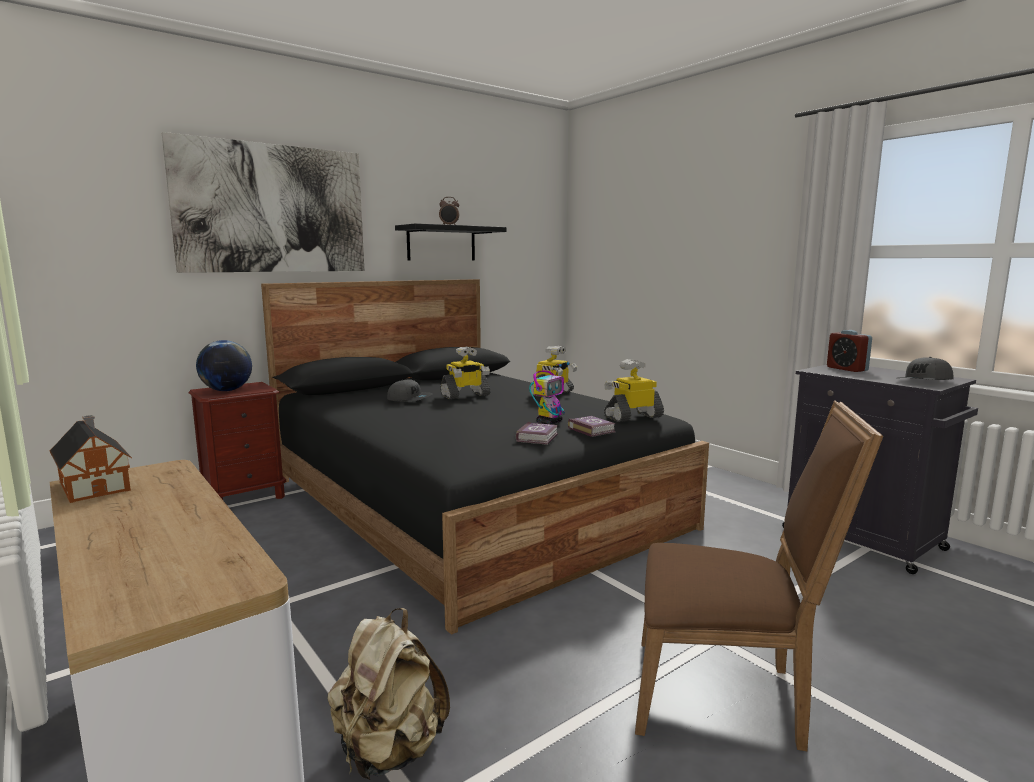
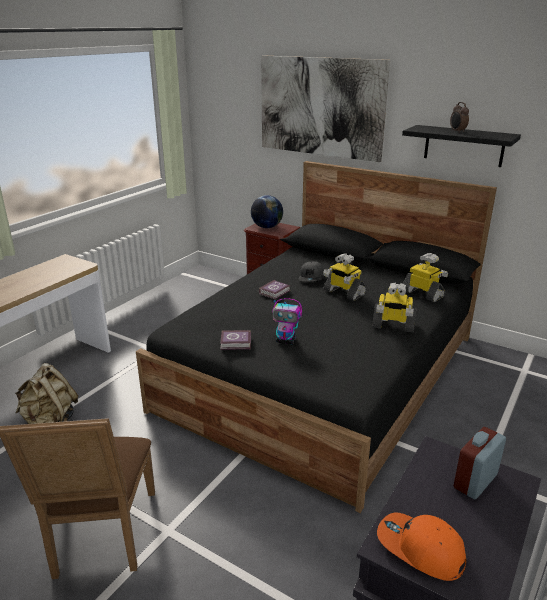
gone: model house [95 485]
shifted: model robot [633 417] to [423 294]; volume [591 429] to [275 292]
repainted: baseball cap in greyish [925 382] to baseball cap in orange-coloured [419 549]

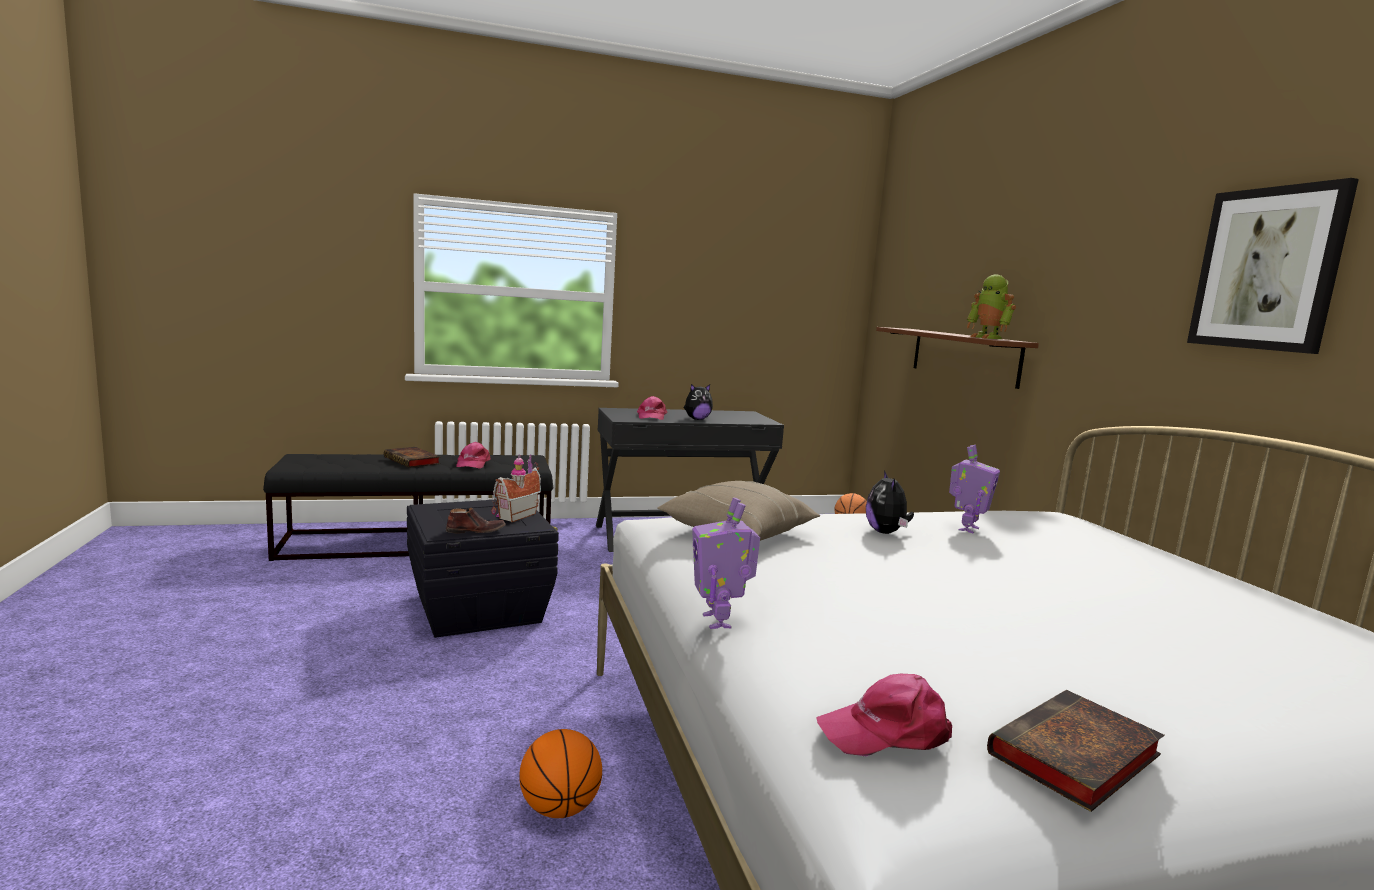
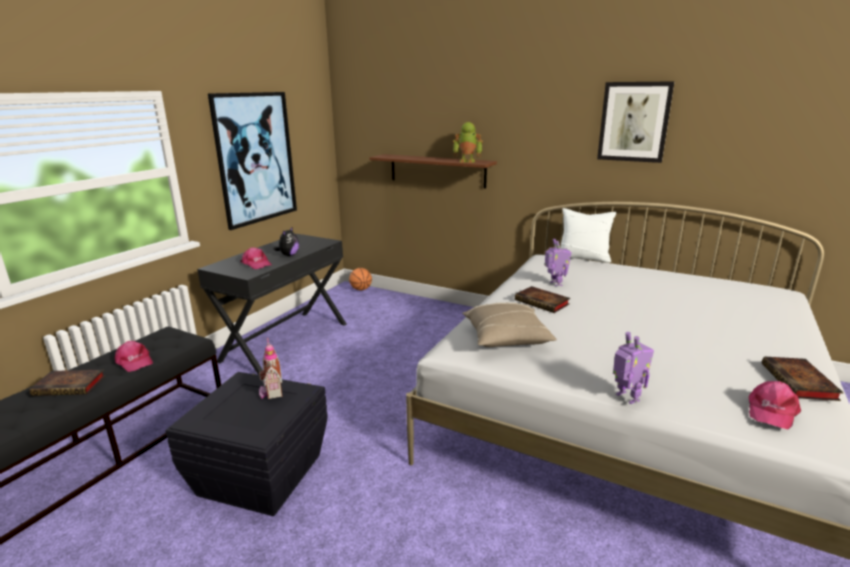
gone: shoe in brown [476 531]; basketball [559 808]
new: picture [256 158]; throw pillow in whitish [583 258]
swapped: cuddly toy [886 532] to volume [543 302]
rotated: model robot [719 621] = [626 398] 150 degrees counterclockwise

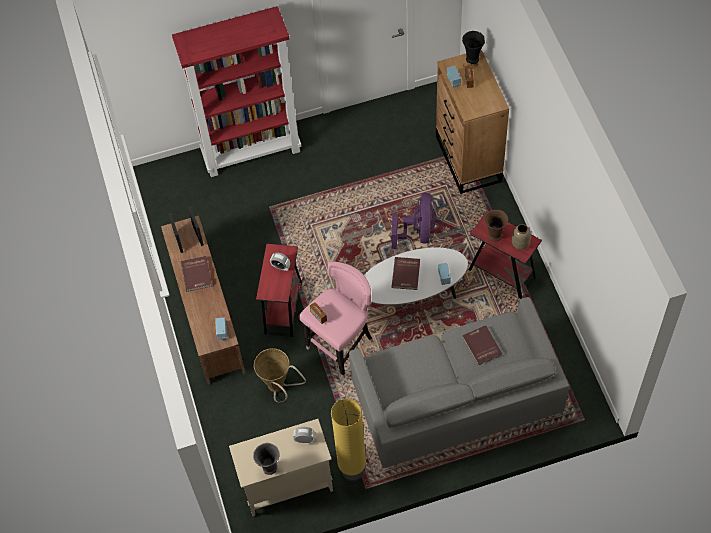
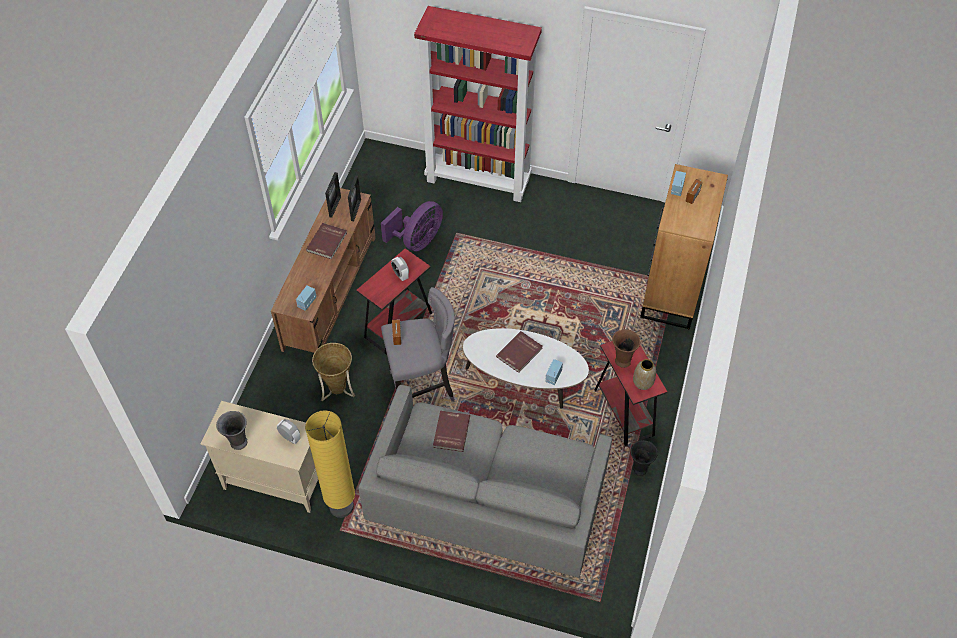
shifted: flower vase in black-coloured [472 59] to [639 469]; cooling fan in purple-coloured [418 232] to [417 241]; volume in red-coloured [481 346] to [450 432]
repainted: stool in pink [342 347] to stool in greyish [422 389]

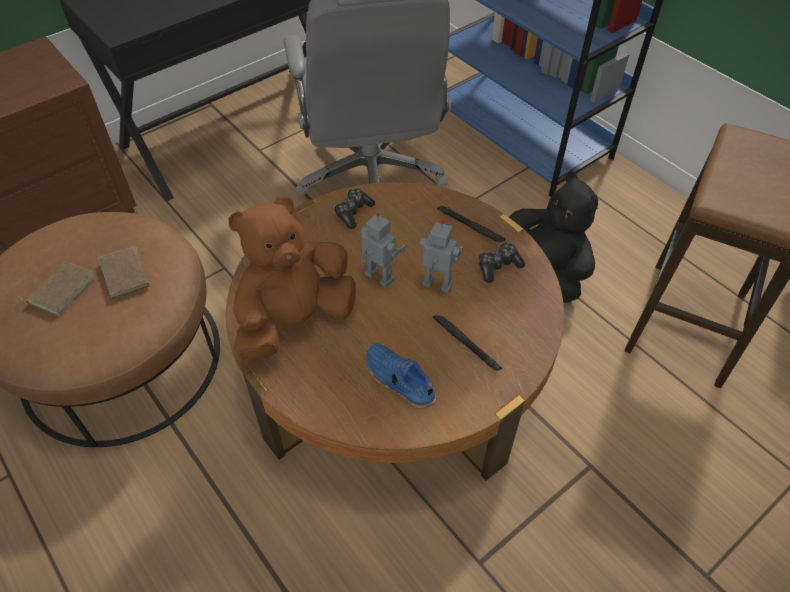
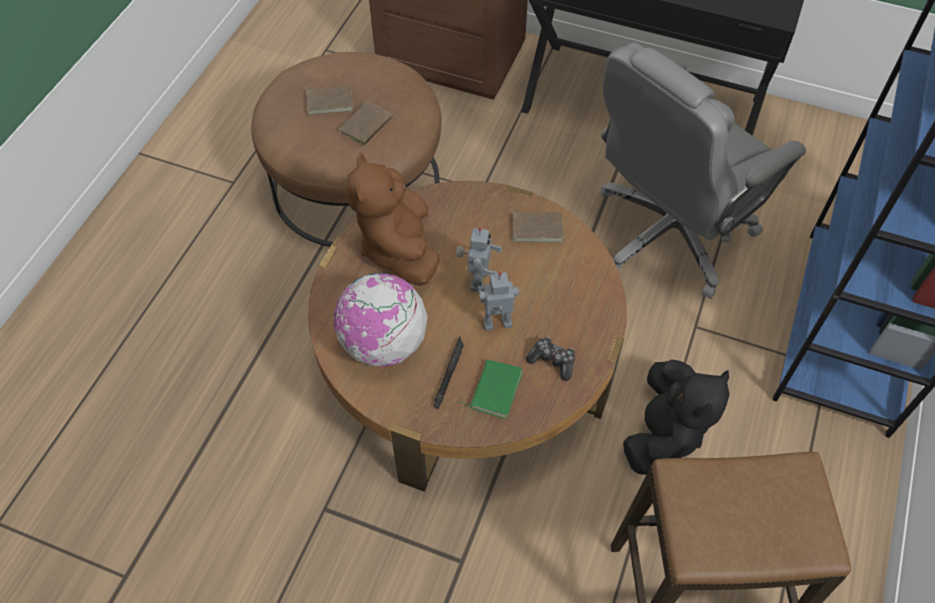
gone: flashlight in black-coloured [470 226]
new: volume in green [494 389]
swapped: joypad [353 212] to volume in brown [537 227]; shoe in blue-coloured [398 381] to world globe [383 344]
rotated: cuddly toy in brown [295 320] = [398 248] 120 degrees counterclockwise; model robot [436 286] = [497 325] 90 degrees counterclockwise

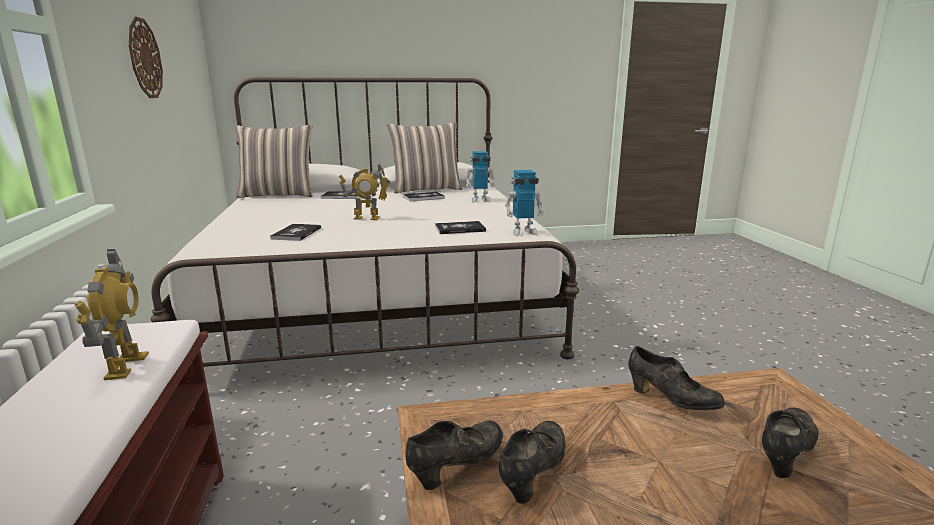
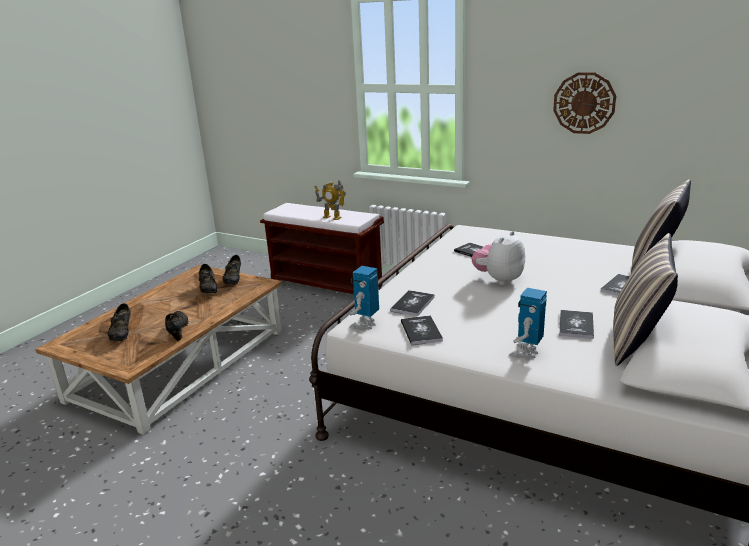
new: volume [421 331]
swapped: model robot [366 218] to cuddly toy [498 279]
rotated: shoe in black-coloured [671 401] = [178 331] 90 degrees clockwise

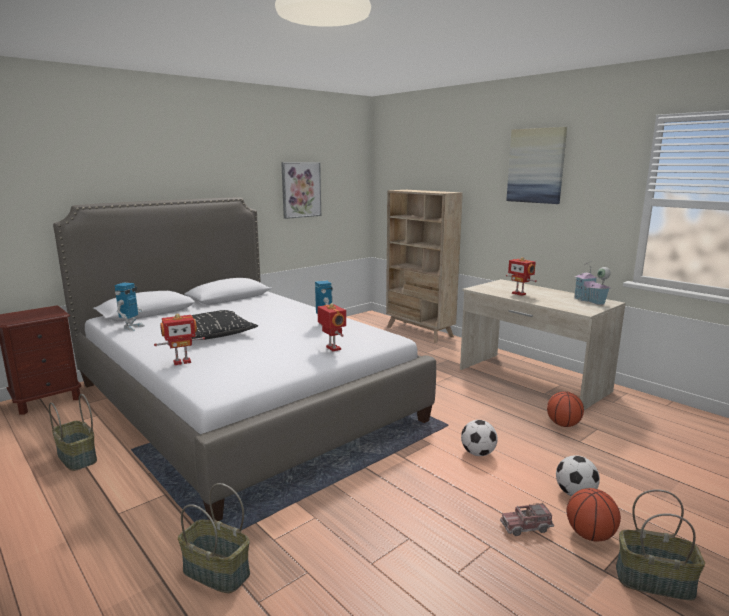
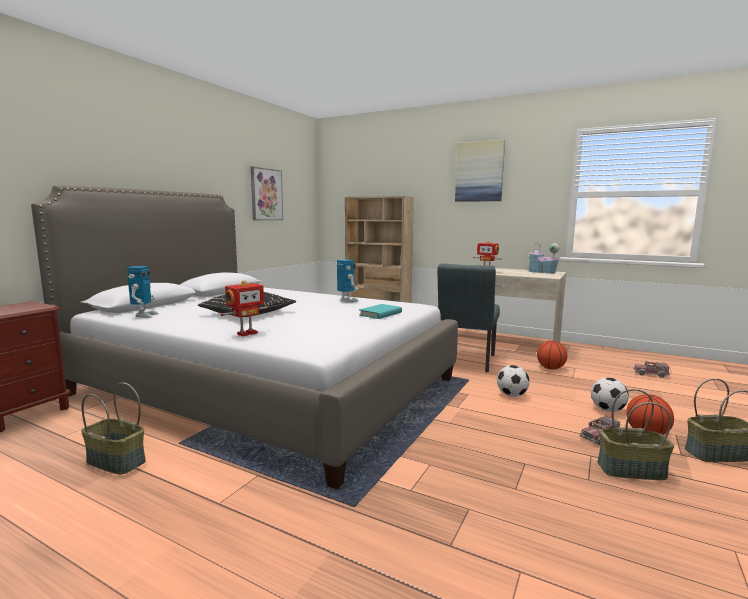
new: upright chair in greyish [465 362]; toy lorry [651 374]
shifted: basket [215 572] to [631 470]
swapped: model robot [332 348] to volume in blue-green [380 314]

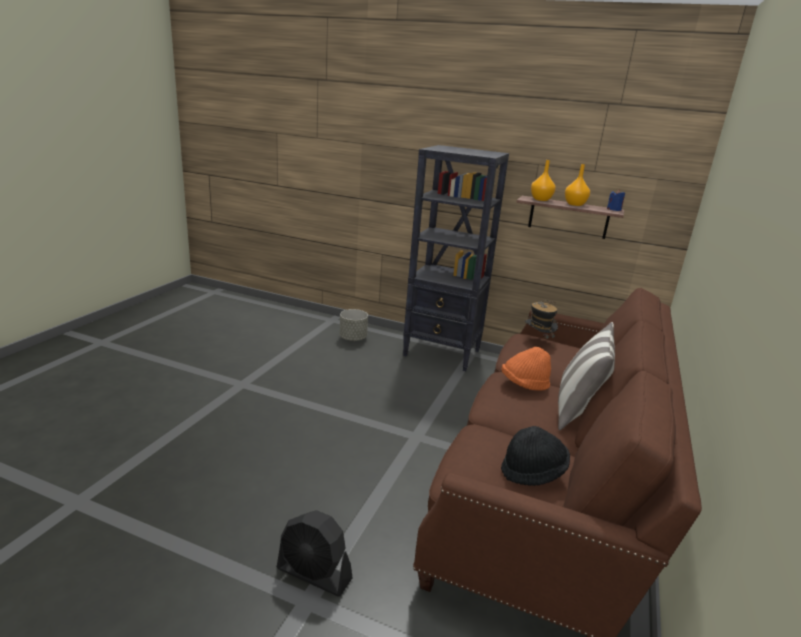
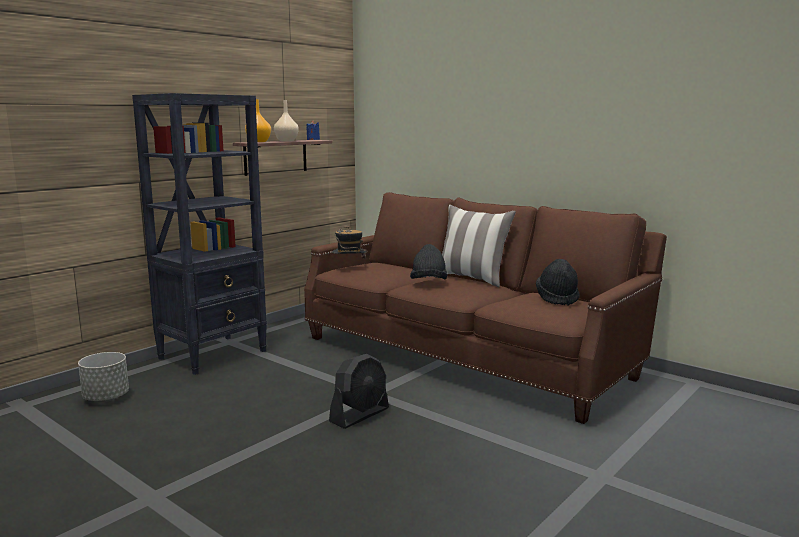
shifted: cooling fan in black-coloured [314 574] to [360 415]
repainted: flower vase in orange-coloured [575 204] to flower vase in beige-coloured [287 141]; hat in orange-coloured [524 384] to hat in black-coloured [428 283]

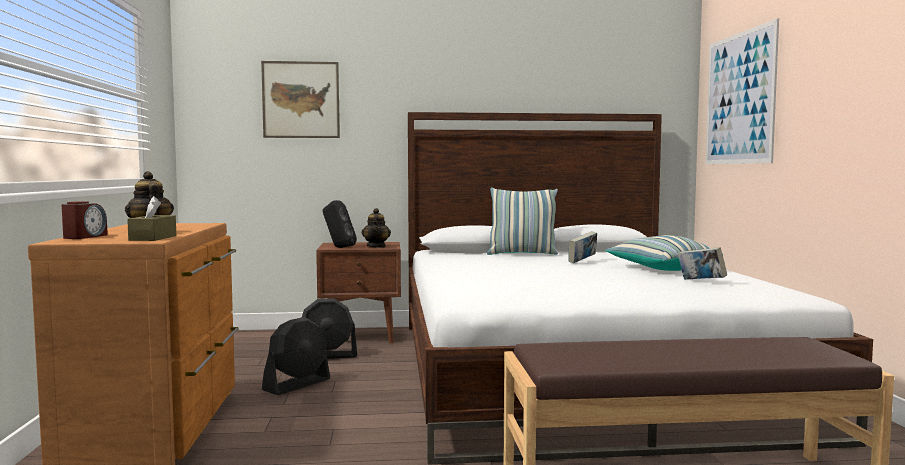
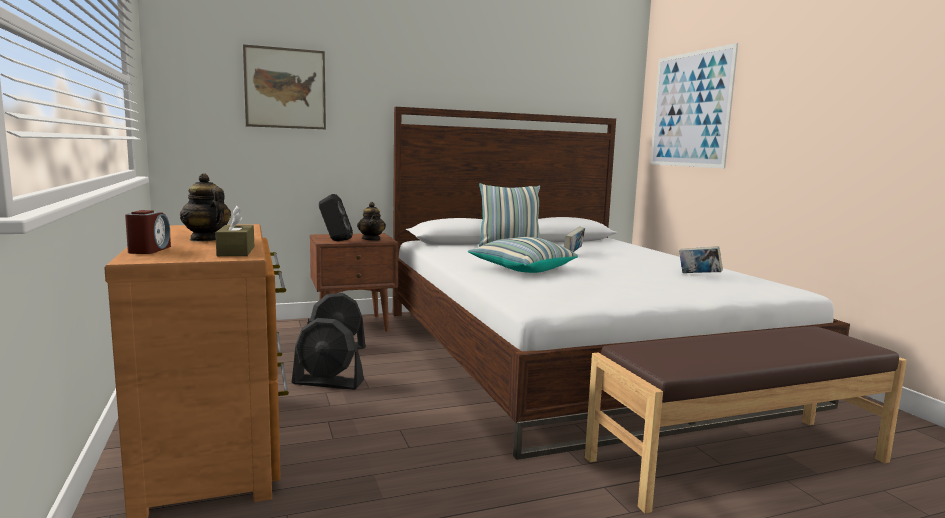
shifted: throw pillow [662 268] to [521 269]
rotated: cooling fan in black-coloured [297 384] = [328 383] 75 degrees clockwise

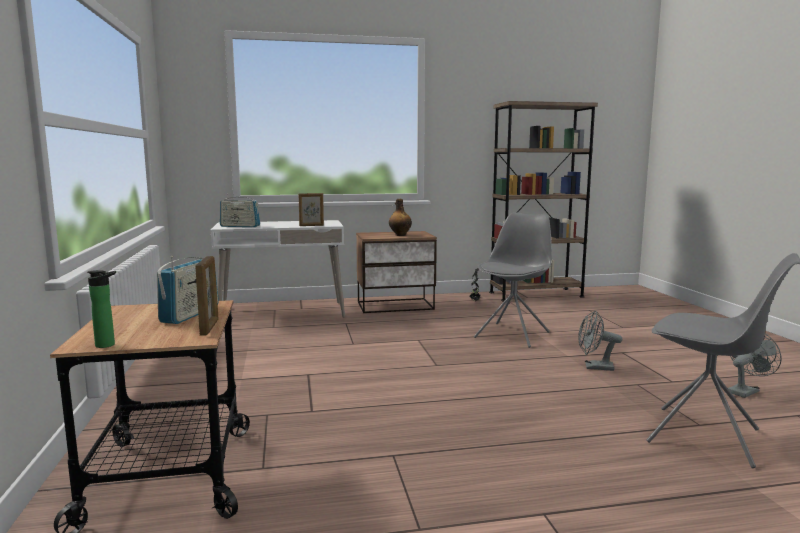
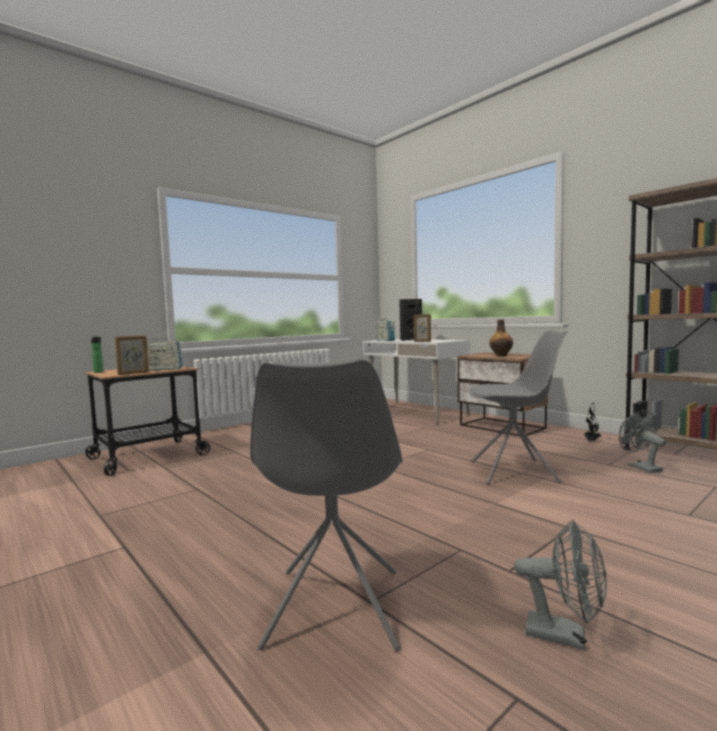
new: loudspeaker in black-coloured [410 340]
shifted: cooling fan in greyish [594 367] to [640 467]

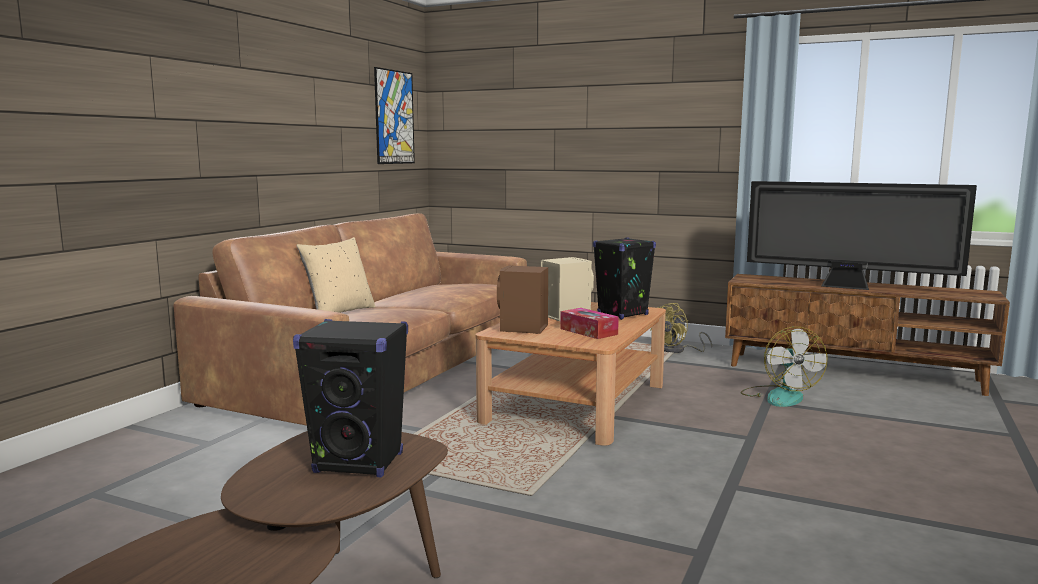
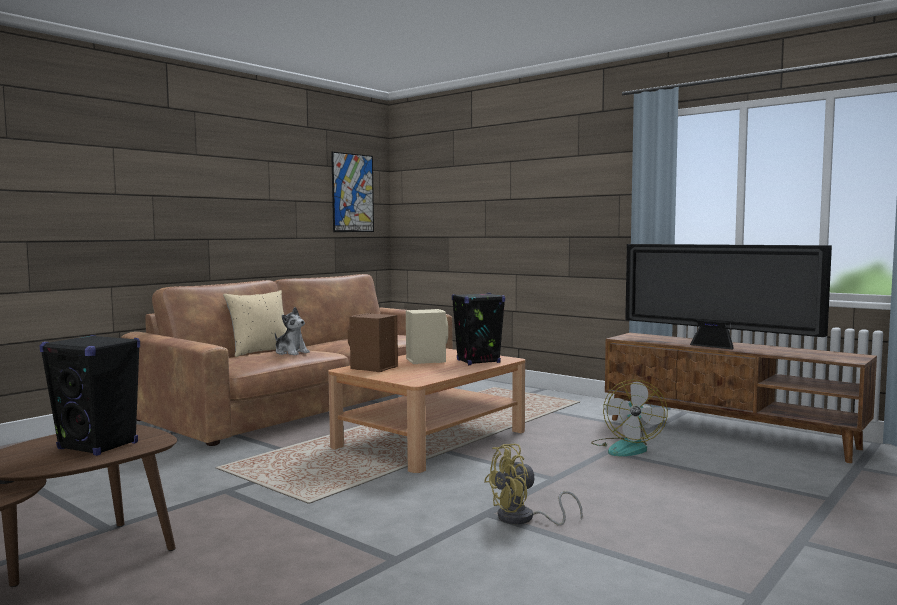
gone: tissue box [588 331]
new: cuddly toy [291 352]
shifted: cooling fan in yellow [678 350] to [523 519]

